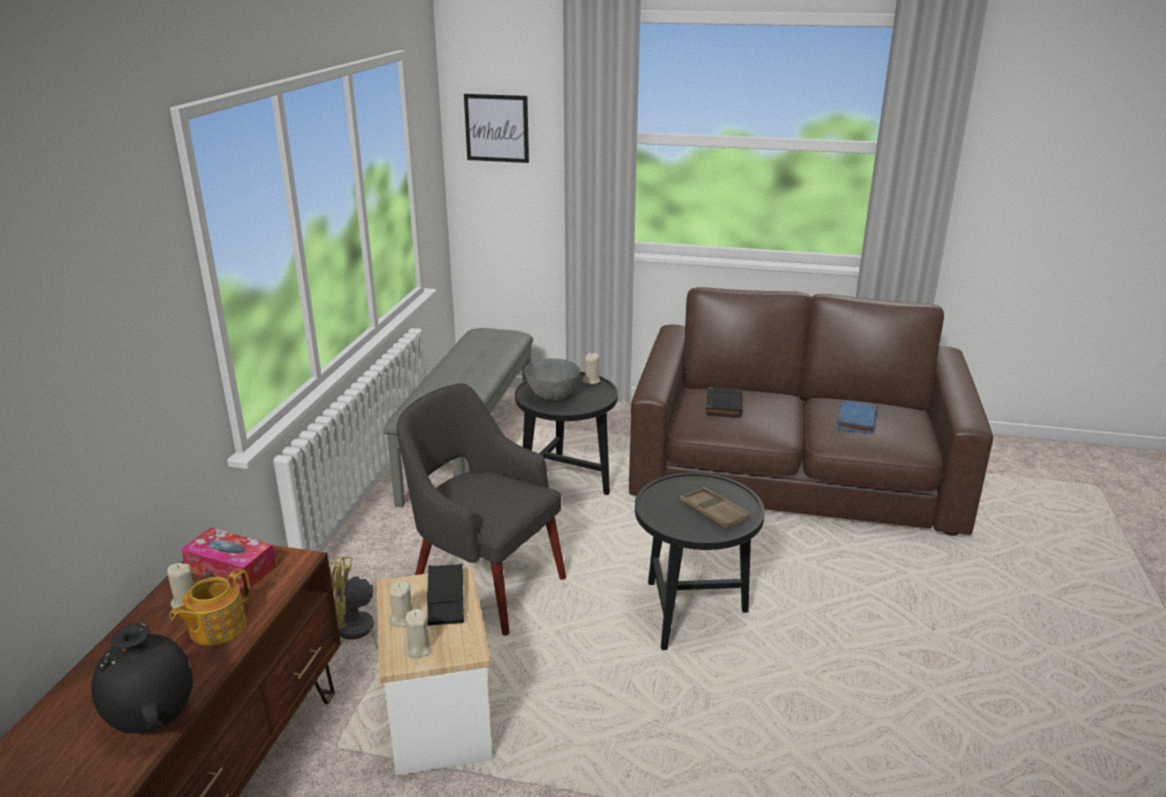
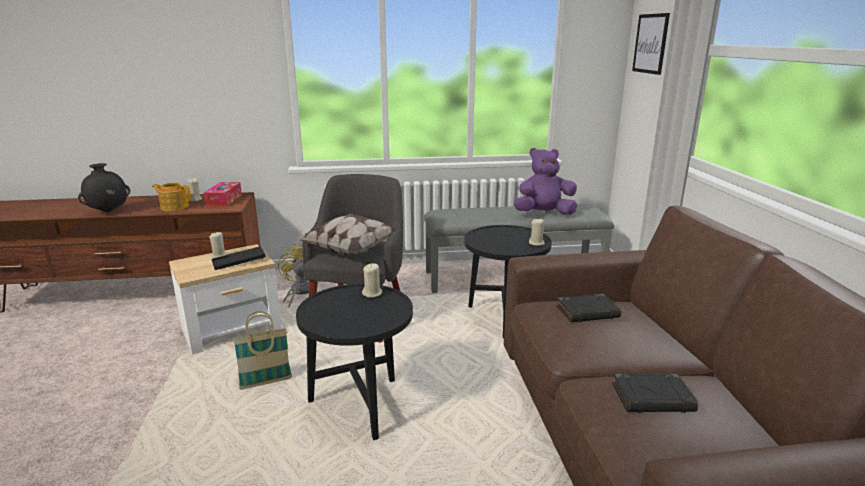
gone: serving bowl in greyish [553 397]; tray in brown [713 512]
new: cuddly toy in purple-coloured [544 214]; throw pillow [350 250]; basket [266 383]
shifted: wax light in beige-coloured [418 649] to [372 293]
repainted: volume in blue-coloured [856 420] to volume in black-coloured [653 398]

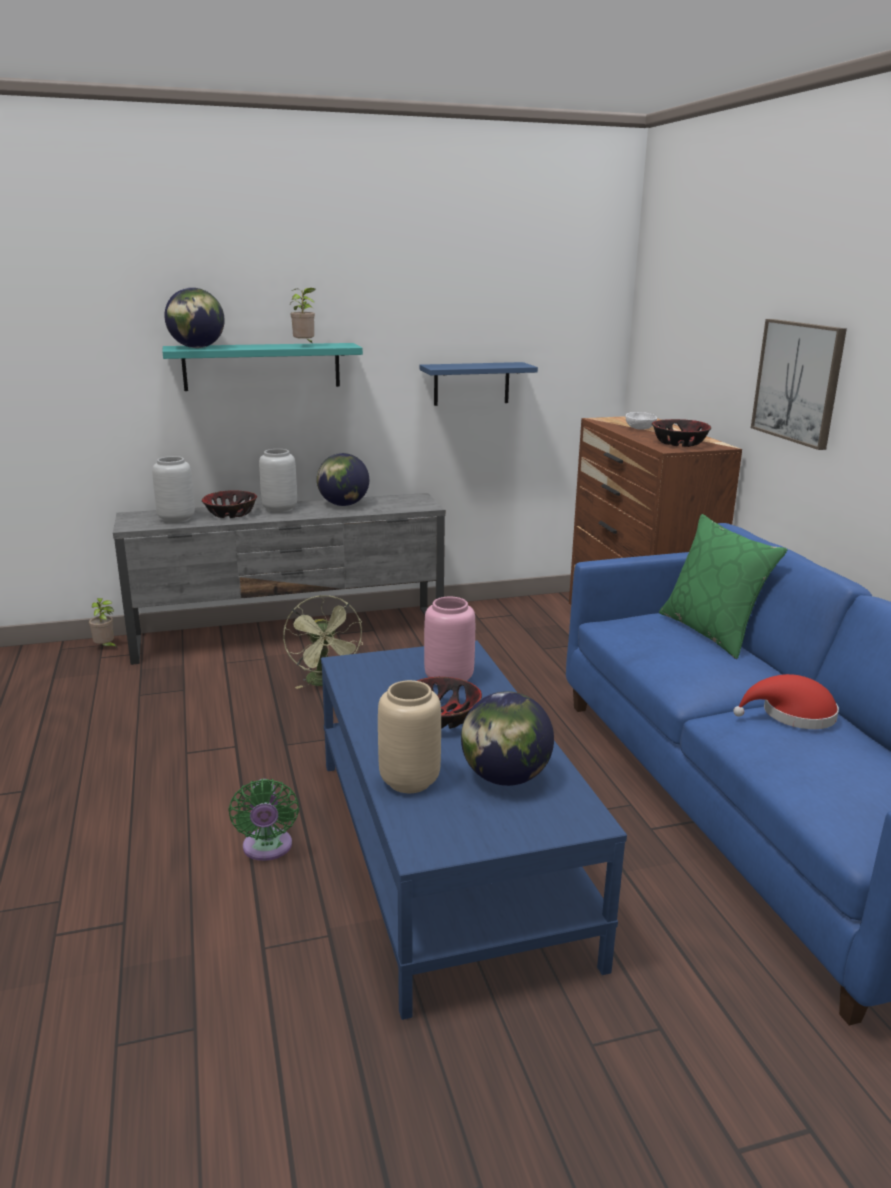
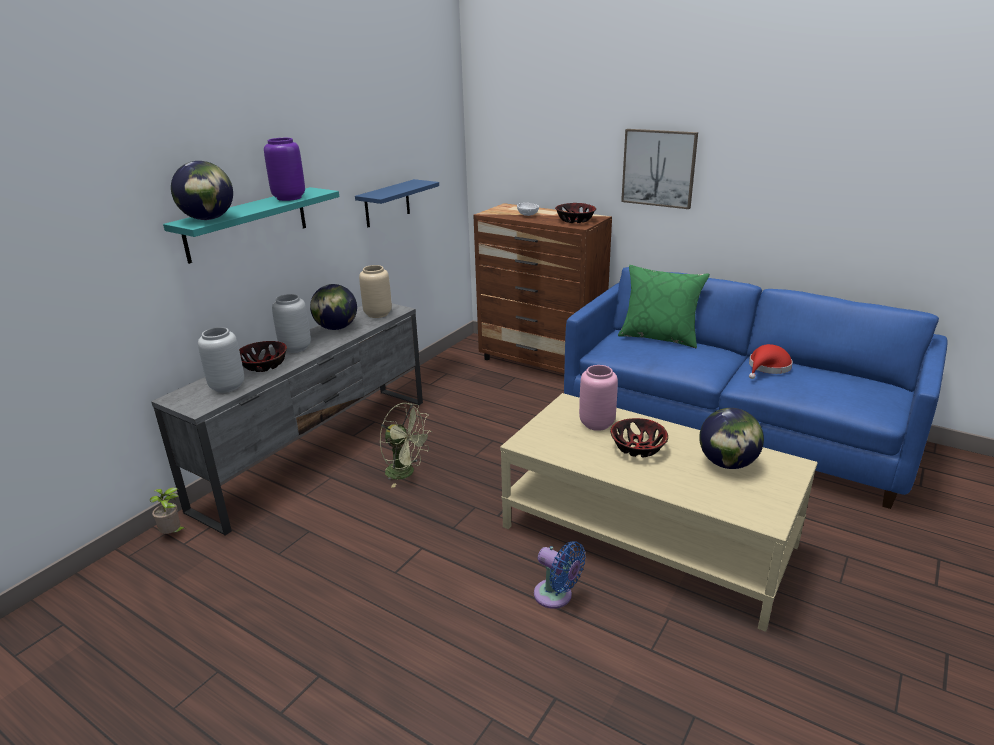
shifted: flower vase in beige-coloured [408 781] to [377 314]
swapped: houseplant [305 345] to flower vase in purple-coloured [289 198]
repainted: lounge table in blue-coloured [446 854] to lounge table in beige-coloured [647 536]; cooling fan in green [267 849] to cooling fan in blue-coloured [556 596]

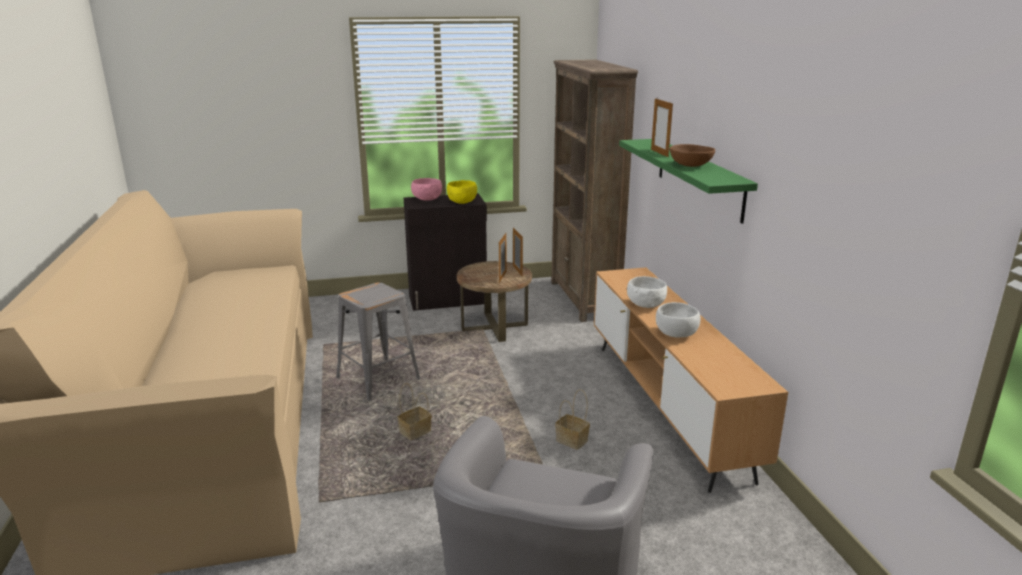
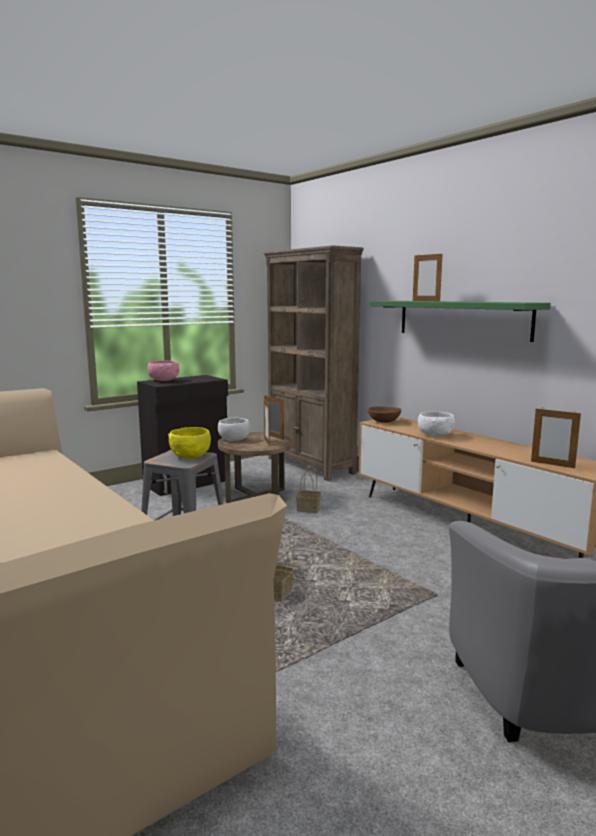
new: photo frame [552 464]
shifted: serving bowl in brown [691 165] to [384 421]; serving bowl in yellow [462 202] to [190 456]; serving bowl in whitish [676 334] to [234 439]; basket [573 440] to [309 509]

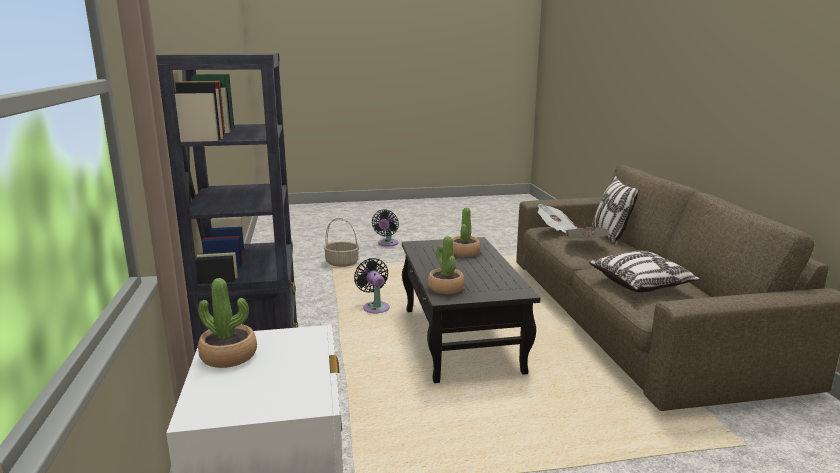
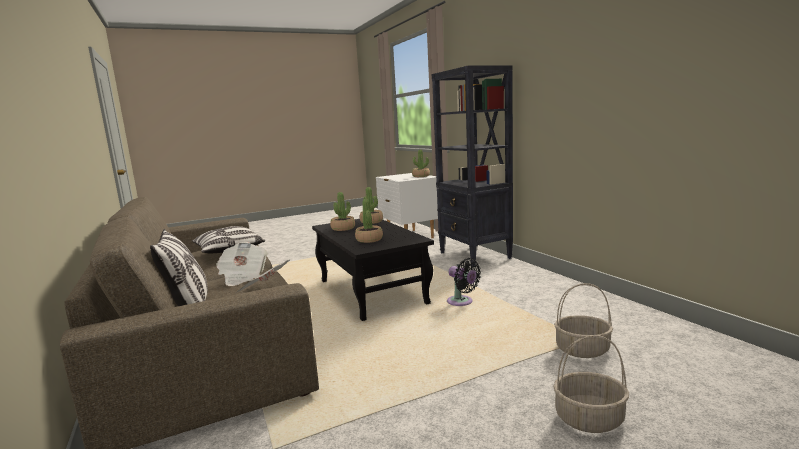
new: houseplant [343 228]
swapped: cooling fan in black-coloured [387 244] to basket [589 419]

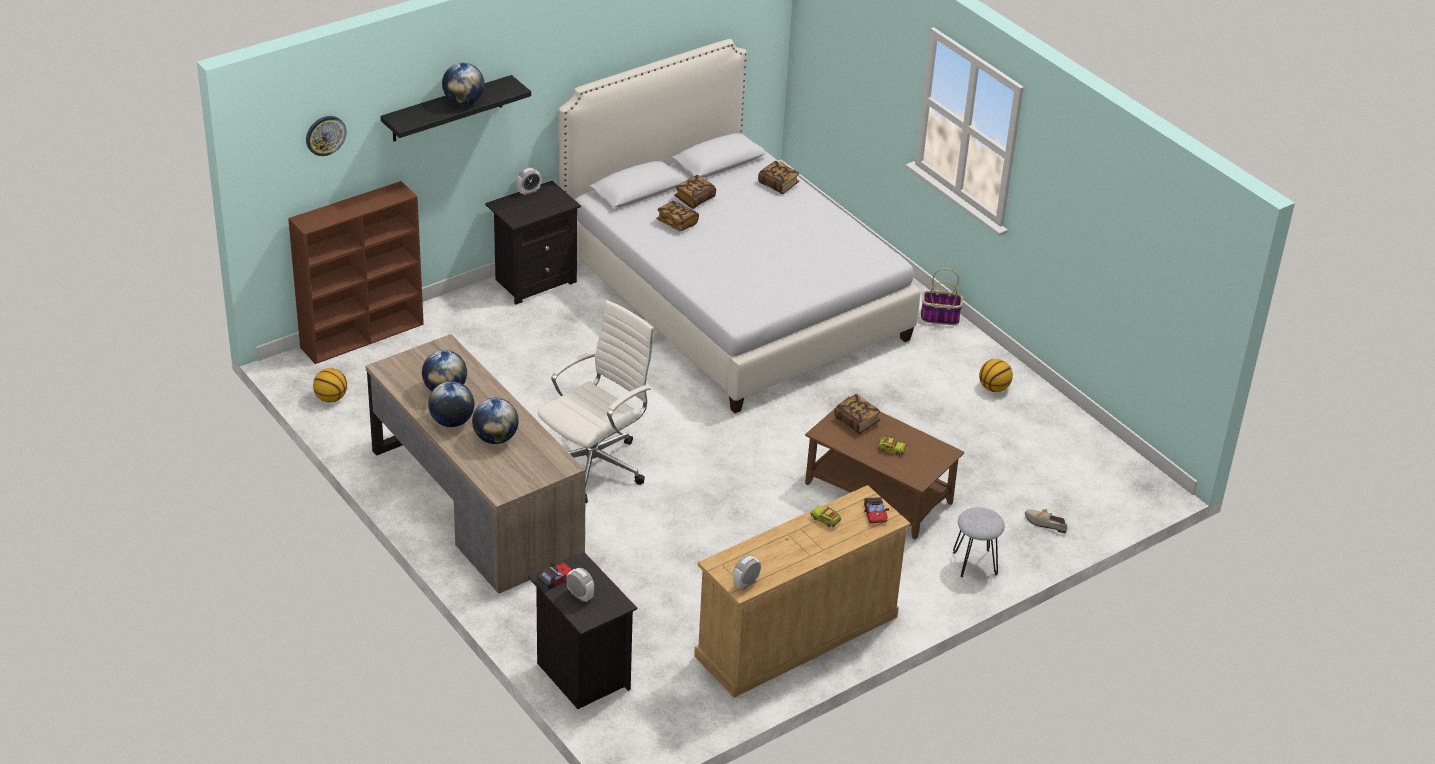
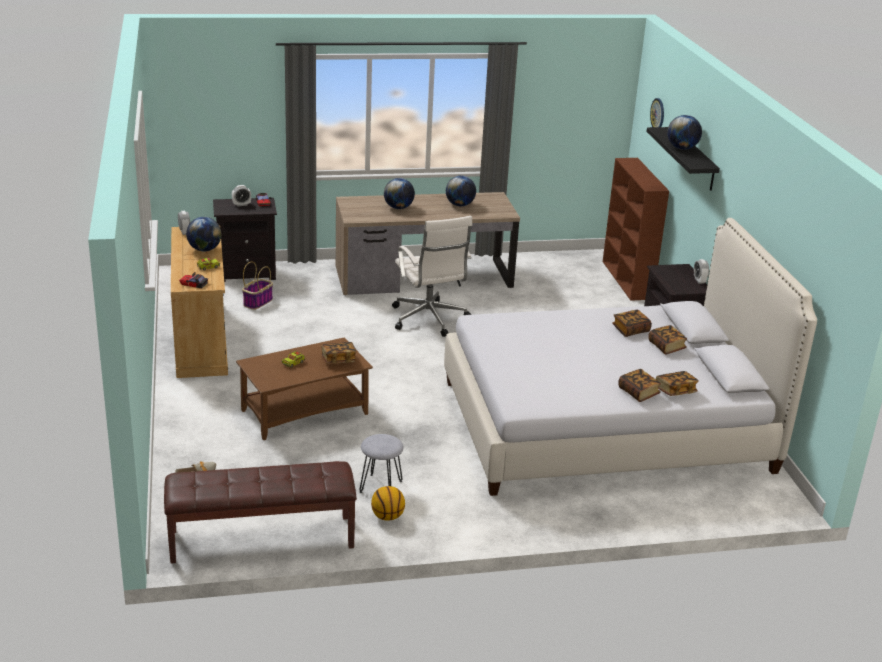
gone: basketball [331 398]
new: volume [638 393]; bench in brown [261 539]
shifted: basket [939 317] to [258 302]; world globe [452 422] to [204 249]; stool in greyish [975 563] to [380 486]

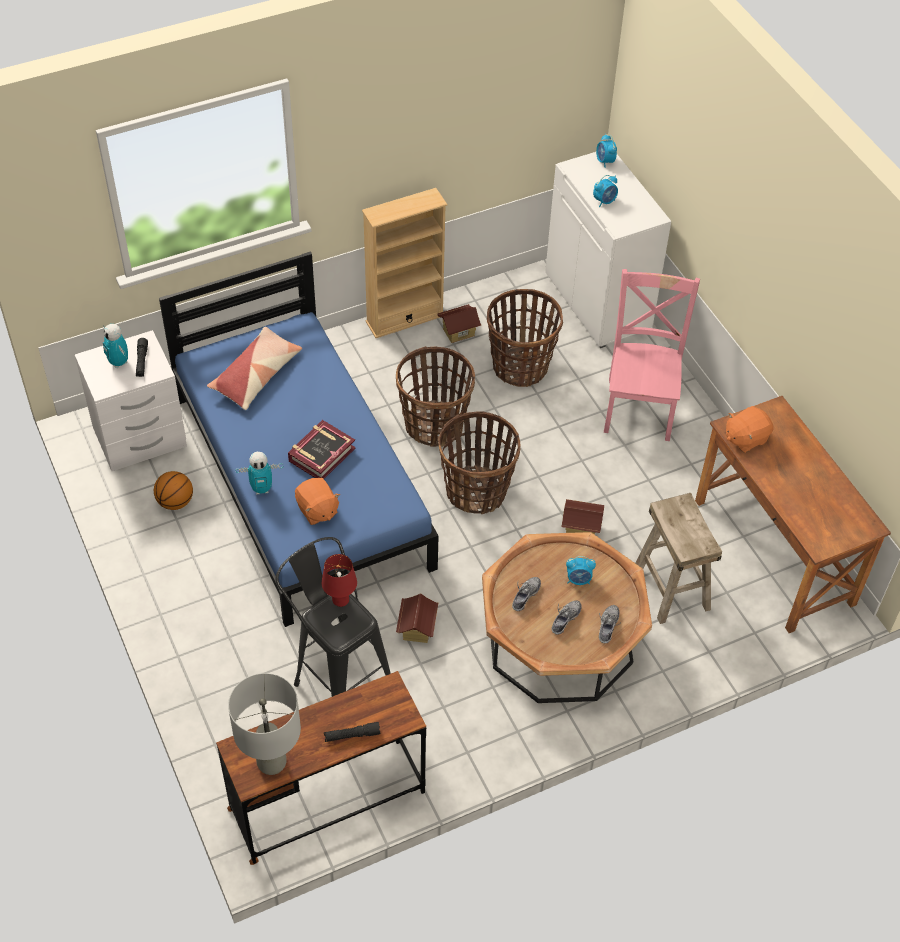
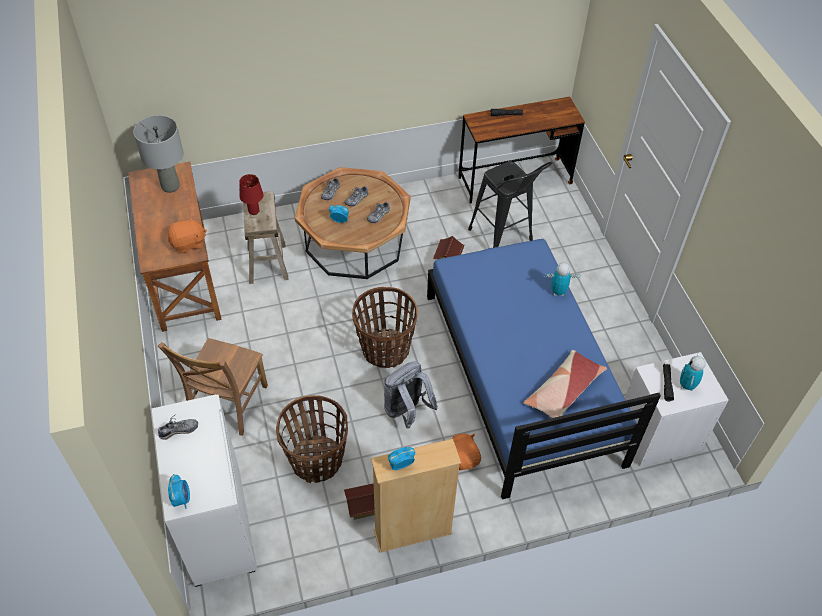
gone: volume [321 454]; basketball [175 502]; model house [581 528]
new: shoe [178 430]
shifted: alarm clock [604 201] to [400 465]; cuddly toy in orange-coloured [317 510] to [463 458]; tabletop lamp in red-coloured [341 601] to [253 211]; tabletop lamp in greyish [271 762] to [171 186]
swapped: basket [434 425] to rucksack in greyish [406 411]
repainted: upright chair in pink [640 406] to upright chair in brown [227 405]
rotated: model robot [119 362] = [686 385] 135 degrees counterclockwise

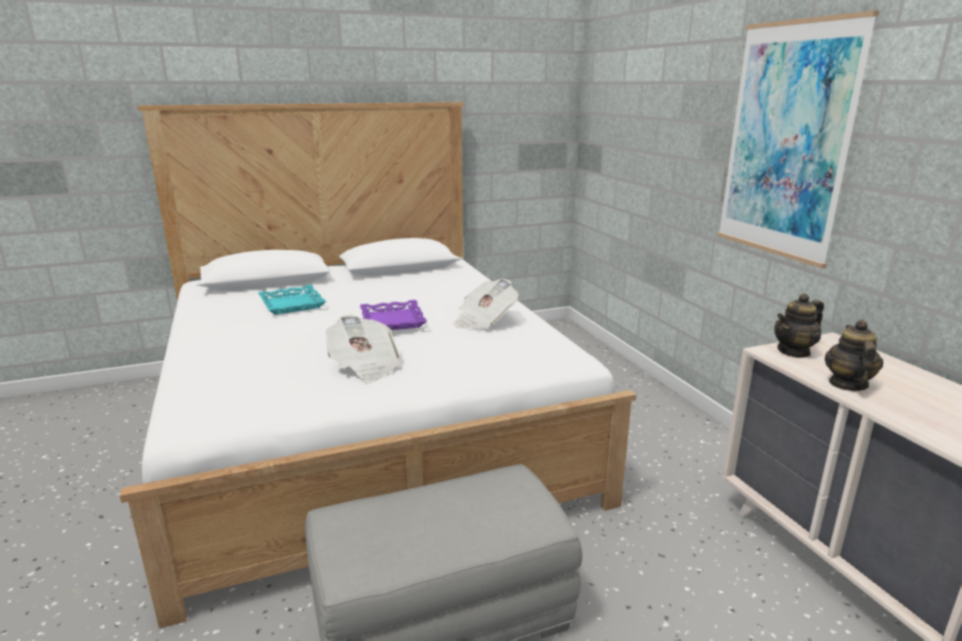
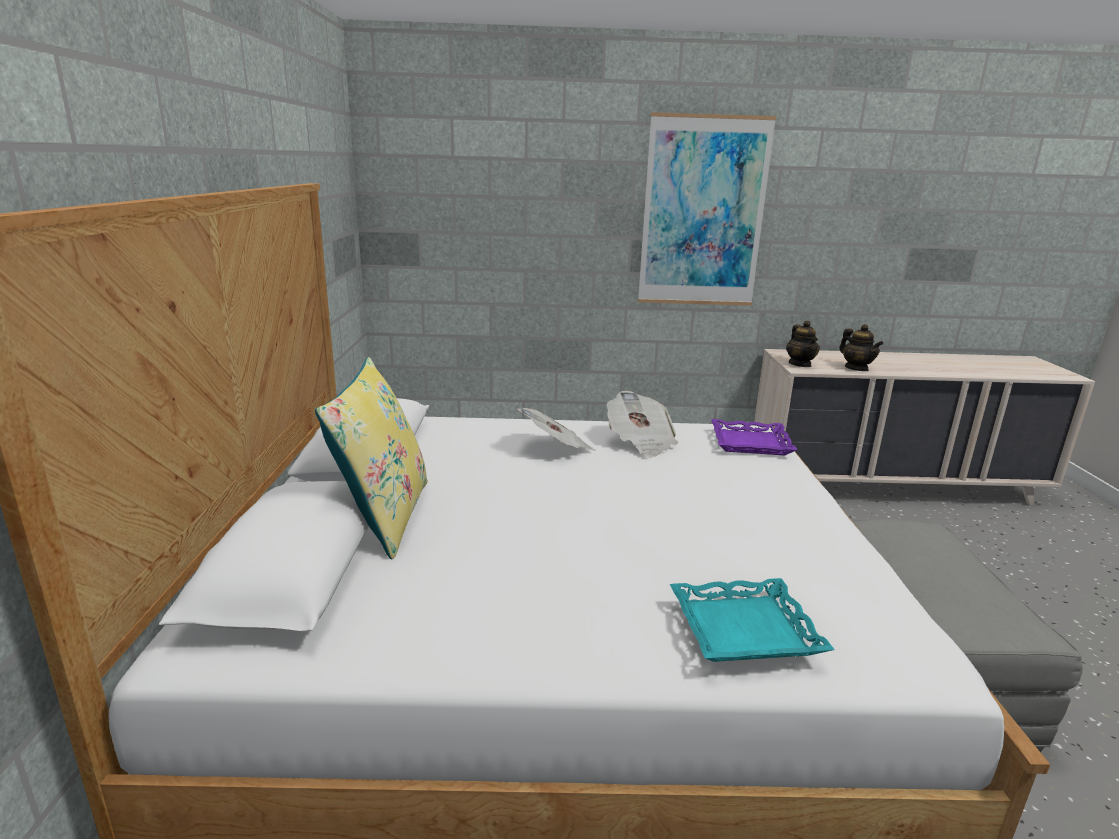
new: throw pillow in yellow [384 516]
shifted: tray in blue-green [291 304] to [744 629]; tray in purple-coloured [392 321] to [750 443]; newspaper [365 366] to [556 448]
rotated: pot for tea [847 384] = [856 368] 150 degrees counterclockwise

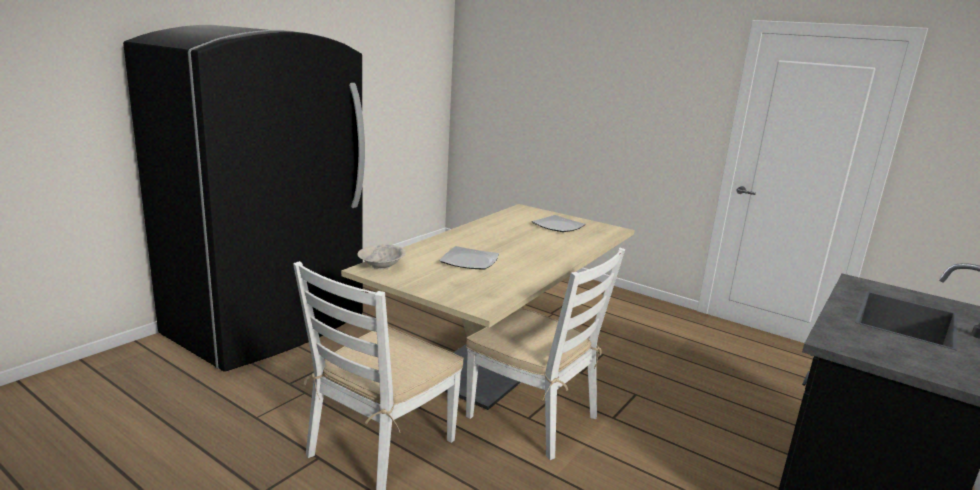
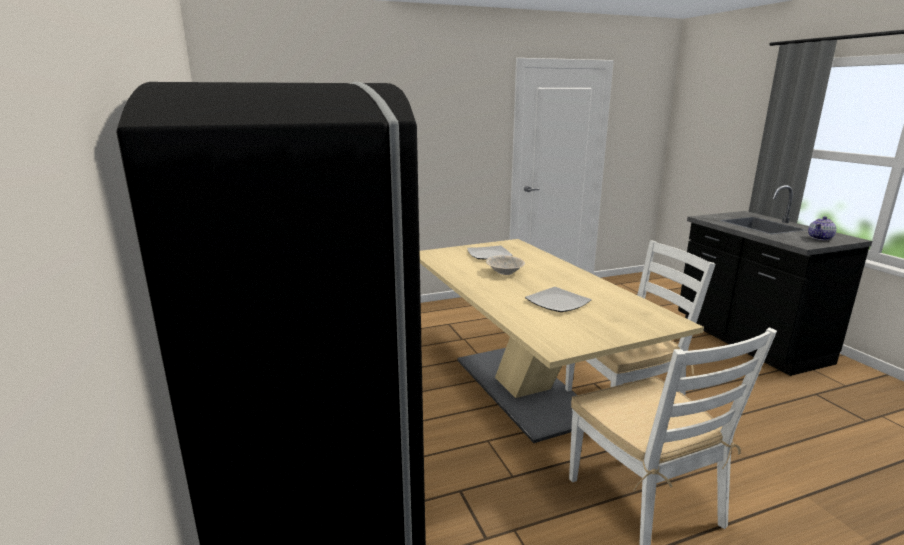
new: pot for tea [820 238]
shifted: serving bowl in beige-coloured [382 265] to [505 272]

